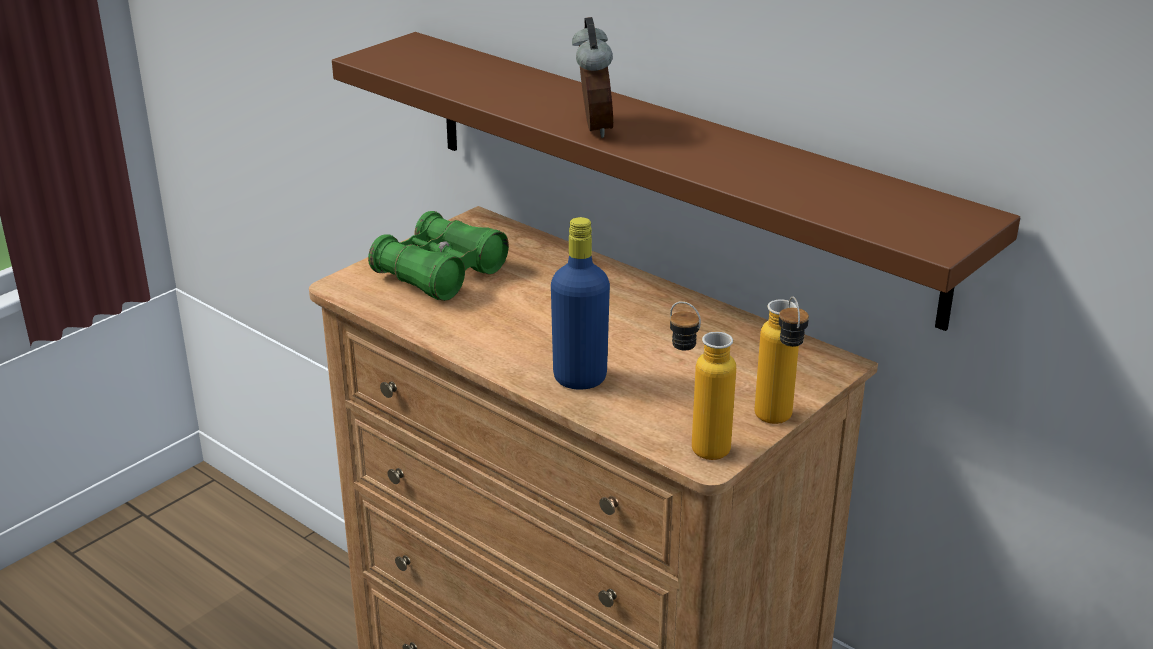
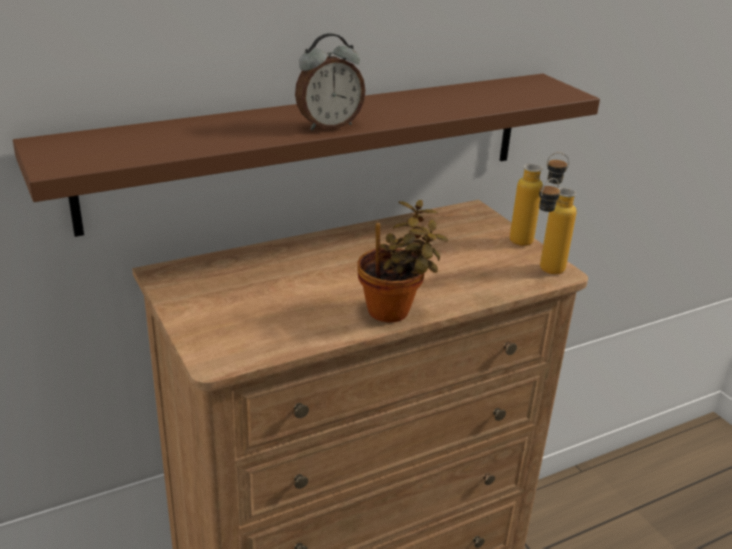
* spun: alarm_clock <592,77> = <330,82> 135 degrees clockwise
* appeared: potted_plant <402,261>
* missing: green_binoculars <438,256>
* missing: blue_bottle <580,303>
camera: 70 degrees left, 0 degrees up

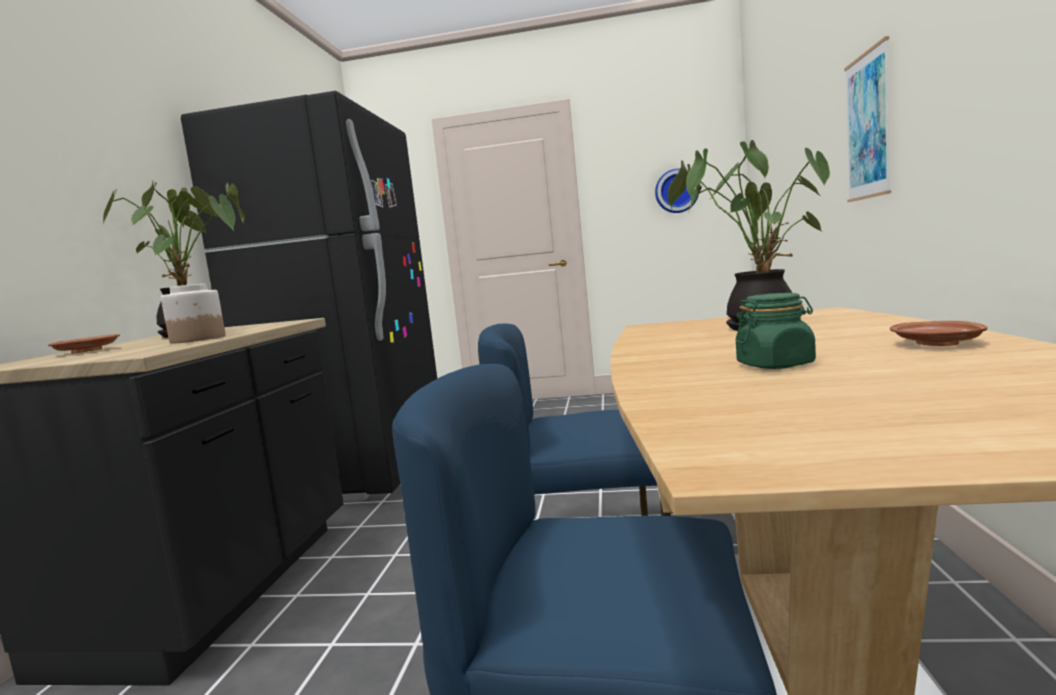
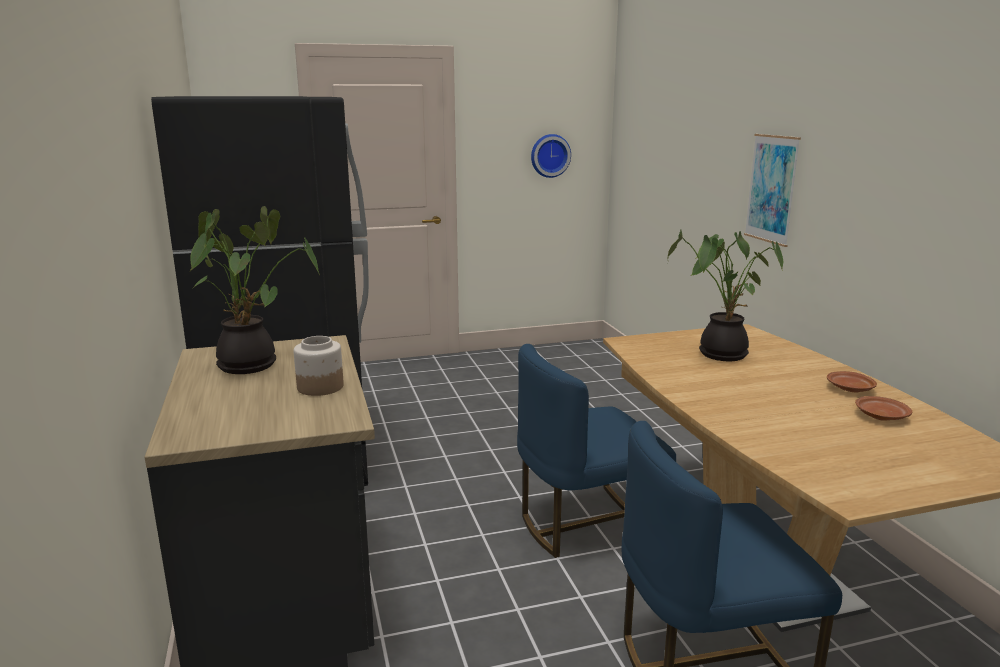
* relocated: brown_plate <84,344> to <883,408>
* missing: green_jar <775,331>
camera: 25 degrees left, 10 degrees up

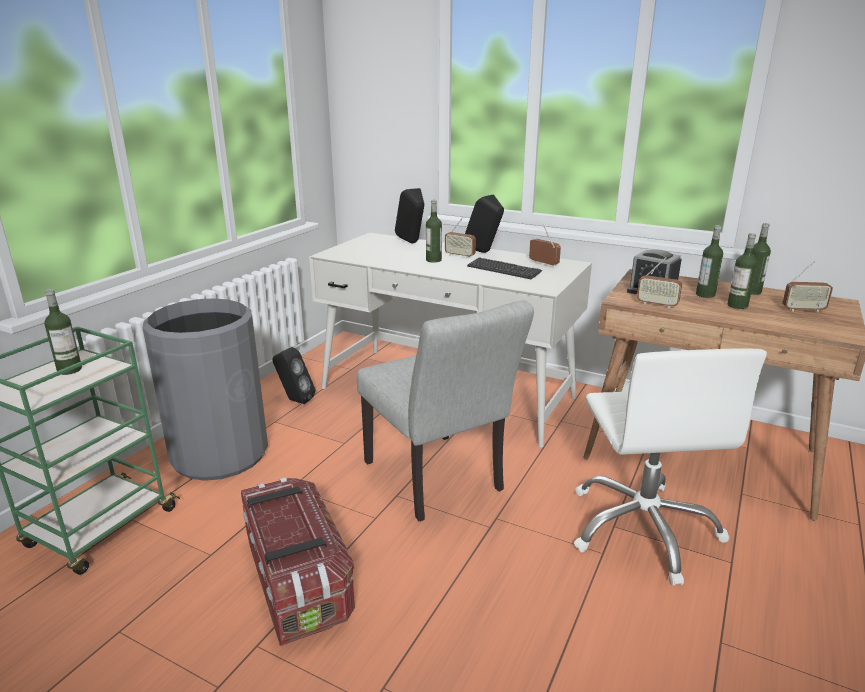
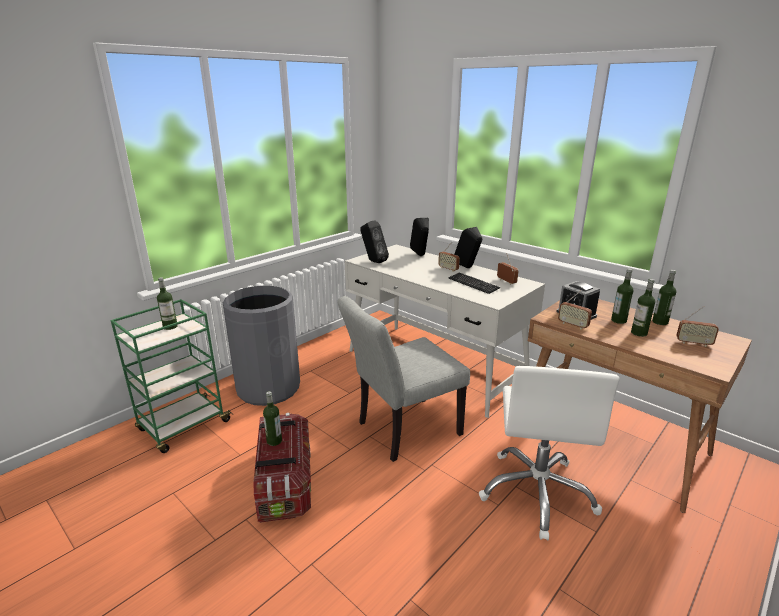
* relocated: bottle <434,231> to <272,418>
* spun: grey_chair <445,410> = <403,379> 75 degrees clockwise
* relocated: black_speaker <294,375> to <374,242>
camera: 15 degrees right, 0 degrees up

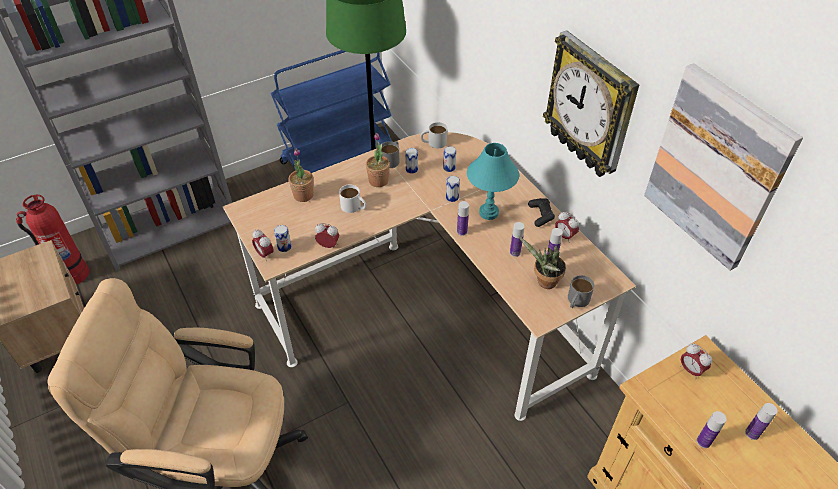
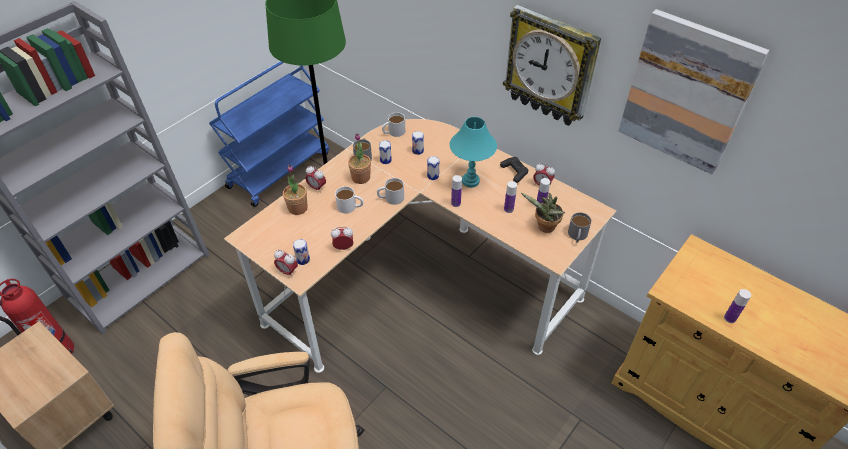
* relocated: alarm_clock <696,360> to <315,179>
* appeared: white_mug <390,191>
* missing: bottle <761,421>
camera: 20 degrees left, 0 degrees up

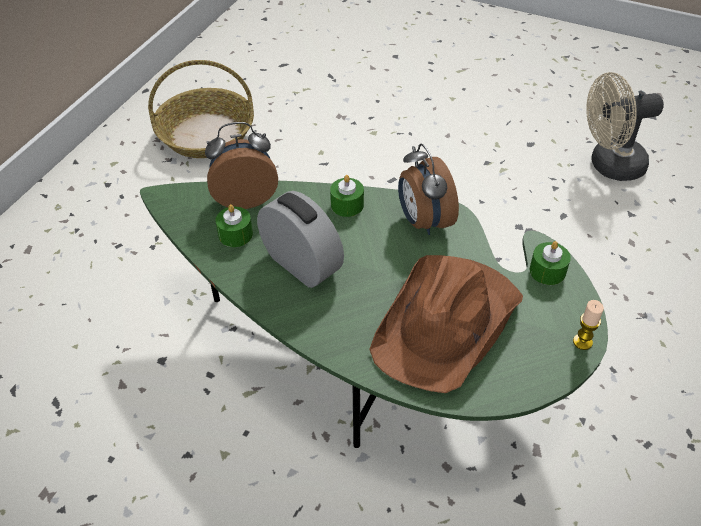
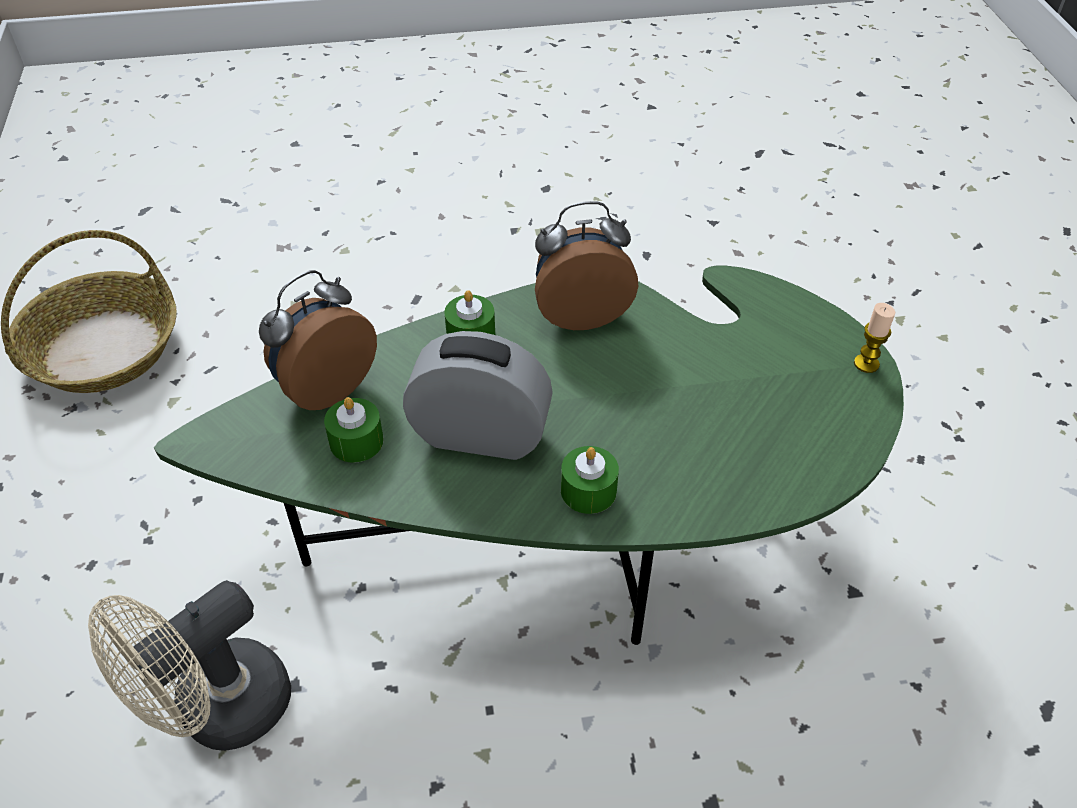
* relocated: beige_fan <625,126> to <189,665>
* spun: alarm_clock <428,189> = <586,265> 135 degrees clockwise
* relocated: green_candle <550,263> to <590,480>
* missing: brown_hat <446,324>
camera: 35 degrees left, 0 degrees up

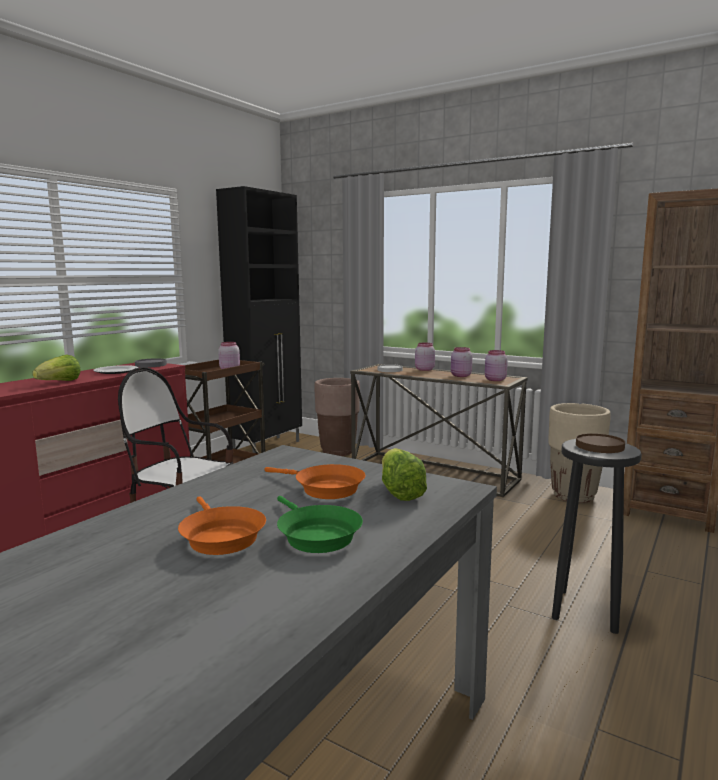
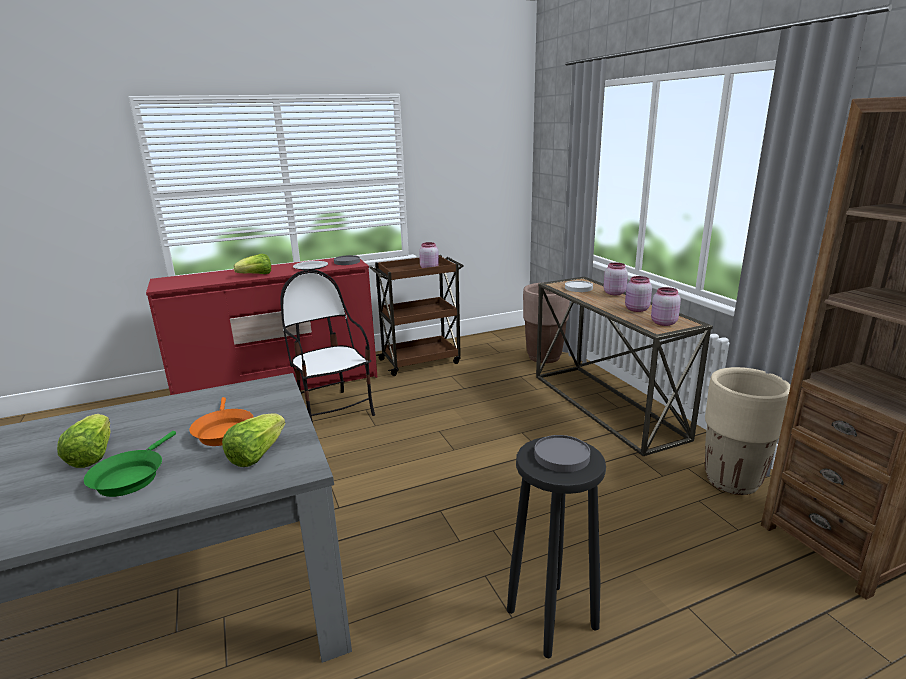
* exchanged: orange_frying_pan <222,525> to lettuce <83,441>
* colour: brown_plate <600,443> to grey_plate <562,453>
* missing: black_cabinet <259,319>
camera: 35 degrees right, 10 degrees up

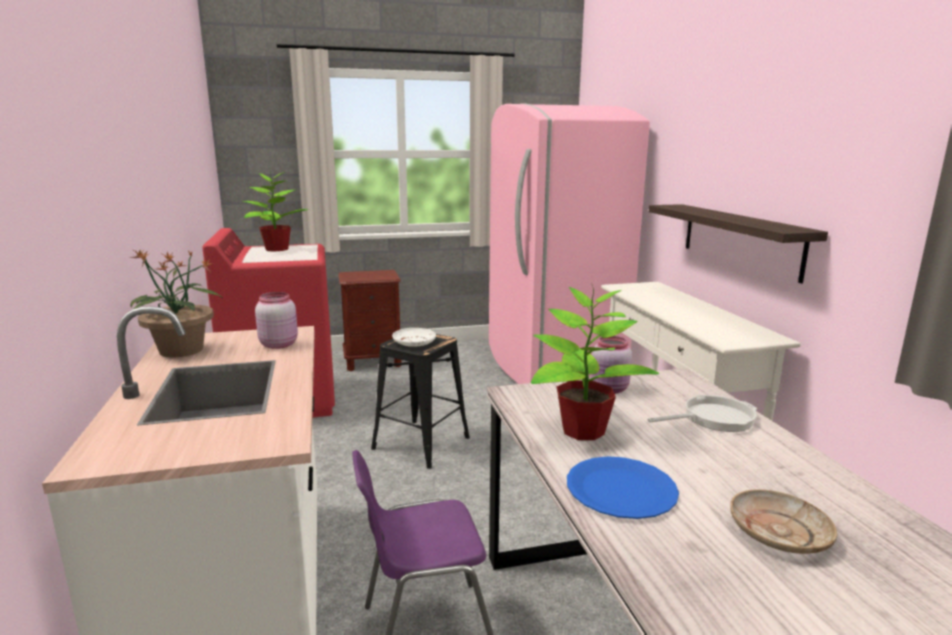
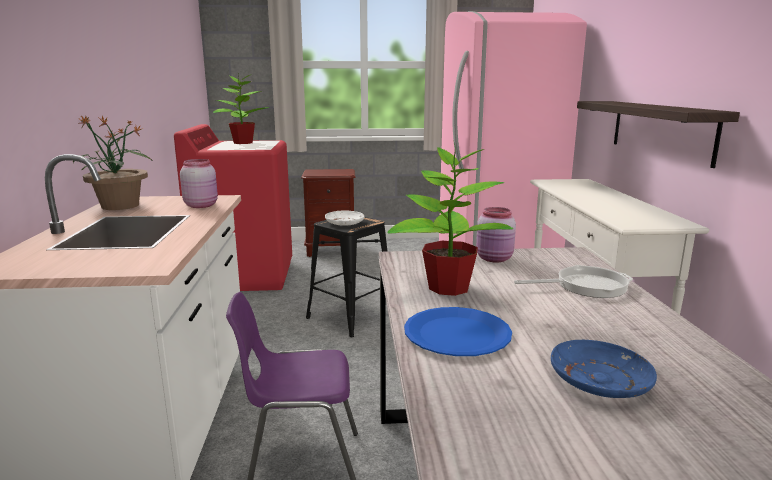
* colour: beige_plate <783,521> to blue_plate <604,369>
camera: 10 degrees right, 0 degrees up

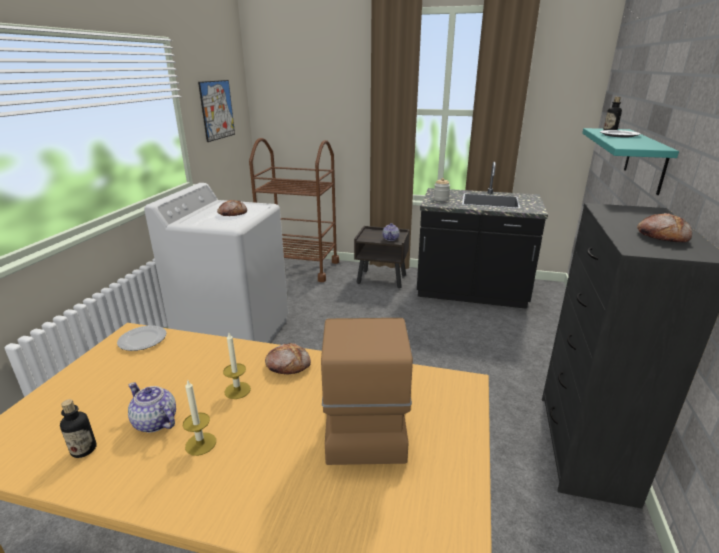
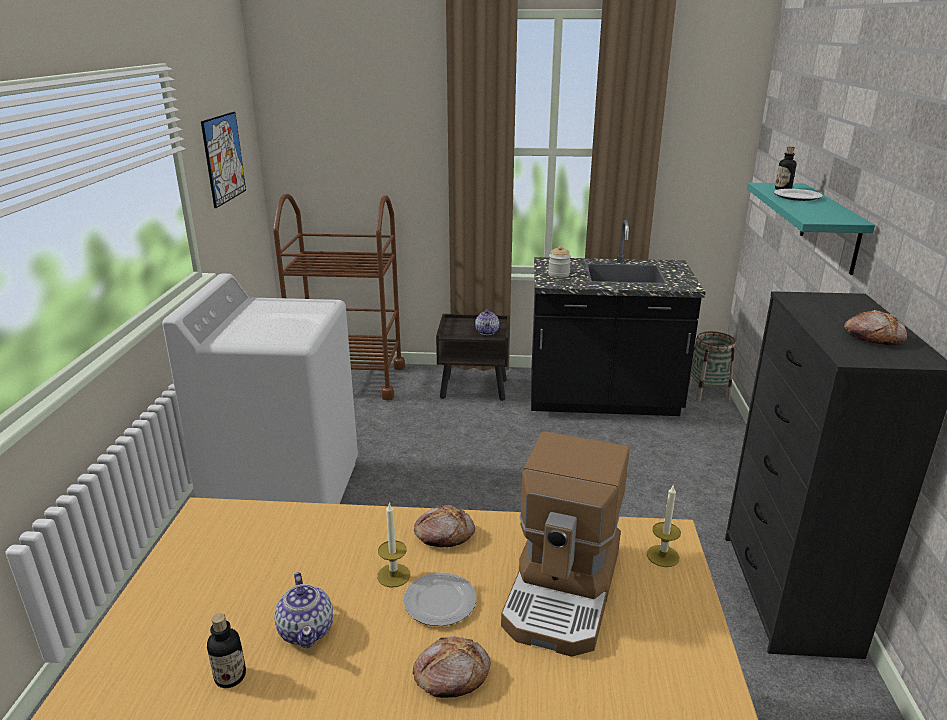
* spun: teapot <152,407> = <303,610> 135 degrees counterclockwise
* relocated: plate <141,338> to <439,599>
* relocated: bread <232,208> to <452,667>
* spun: coffee_machine <367,391> = <565,544> 150 degrees counterclockwise
* relocated: candle <199,417> to <664,526>
* appeared: basket <712,366>
camera: 10 degrees left, 0 degrees up

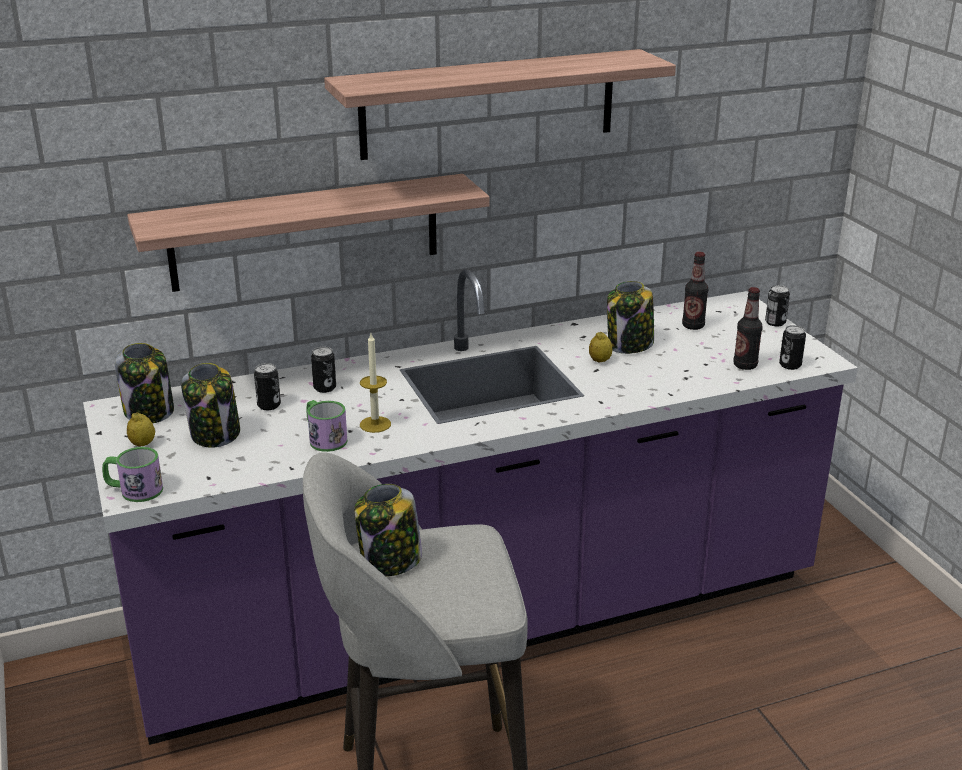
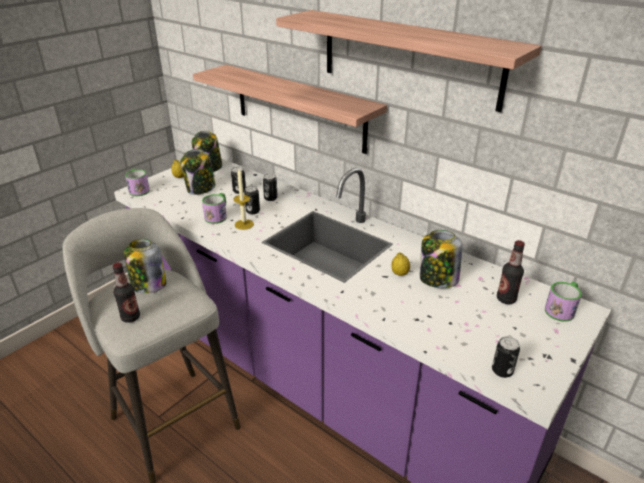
* relocated: bottle <748,328> to <126,293>
* relocated: can <777,305> to <252,200>
* appeared: mug <563,301>
camera: 60 degrees right, 5 degrees up

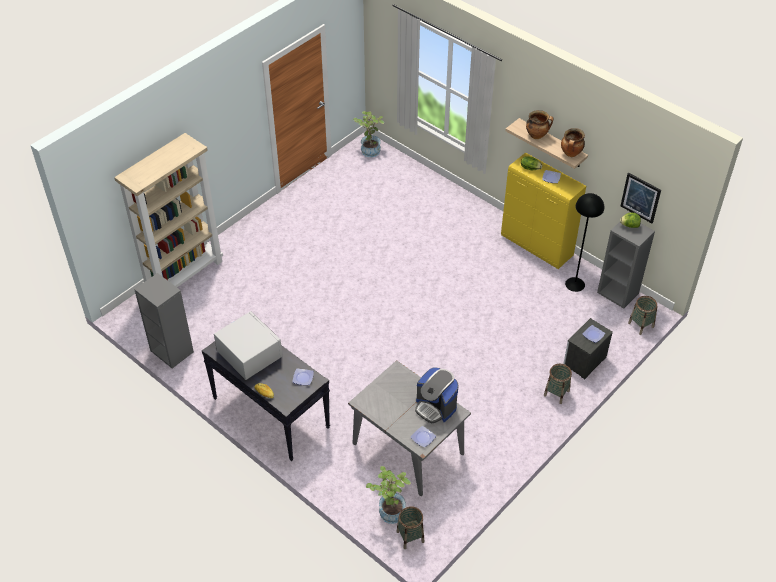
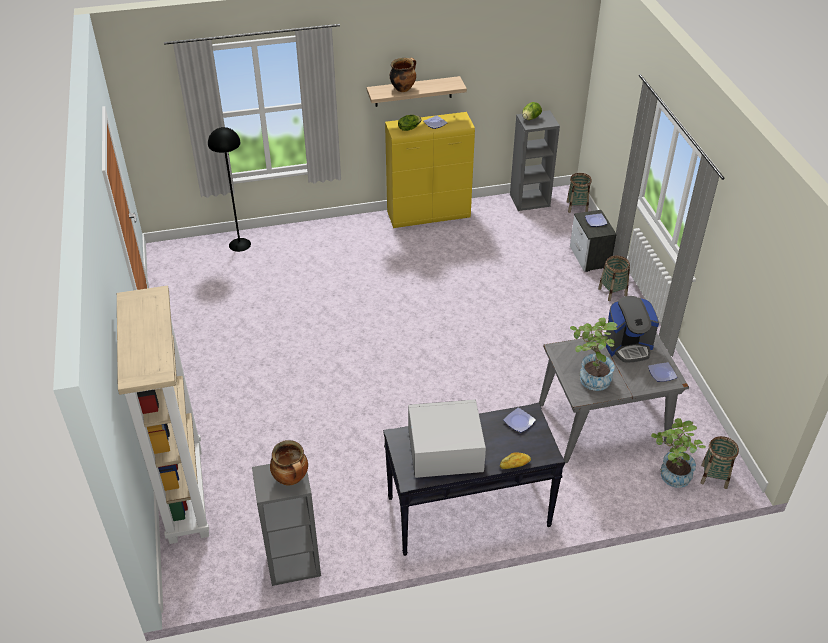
* relocated: black_floor_lamp <584,242> to <229,189>
* relocated: cooking_pot <573,142> to <289,462>
* relocated: potted_plant <368,134> to <593,354>
* missing: picture <641,198>
camera: 55 degrees left, 5 degrees down

